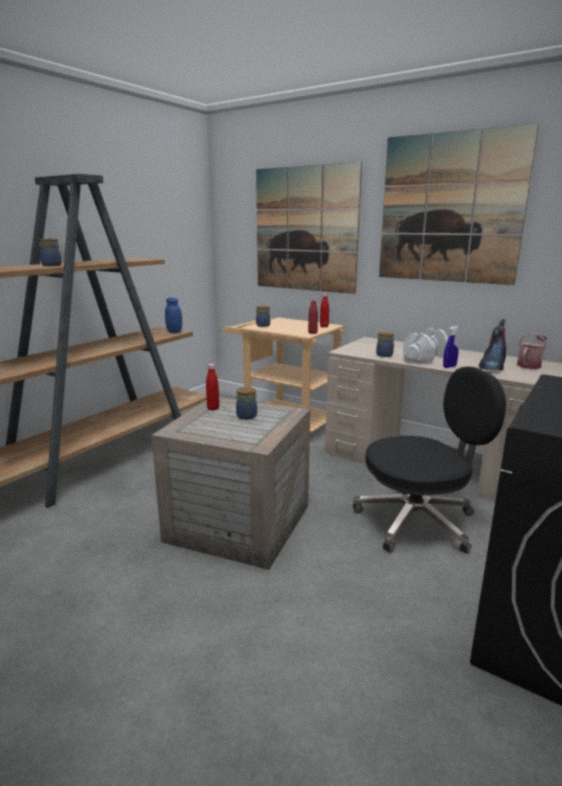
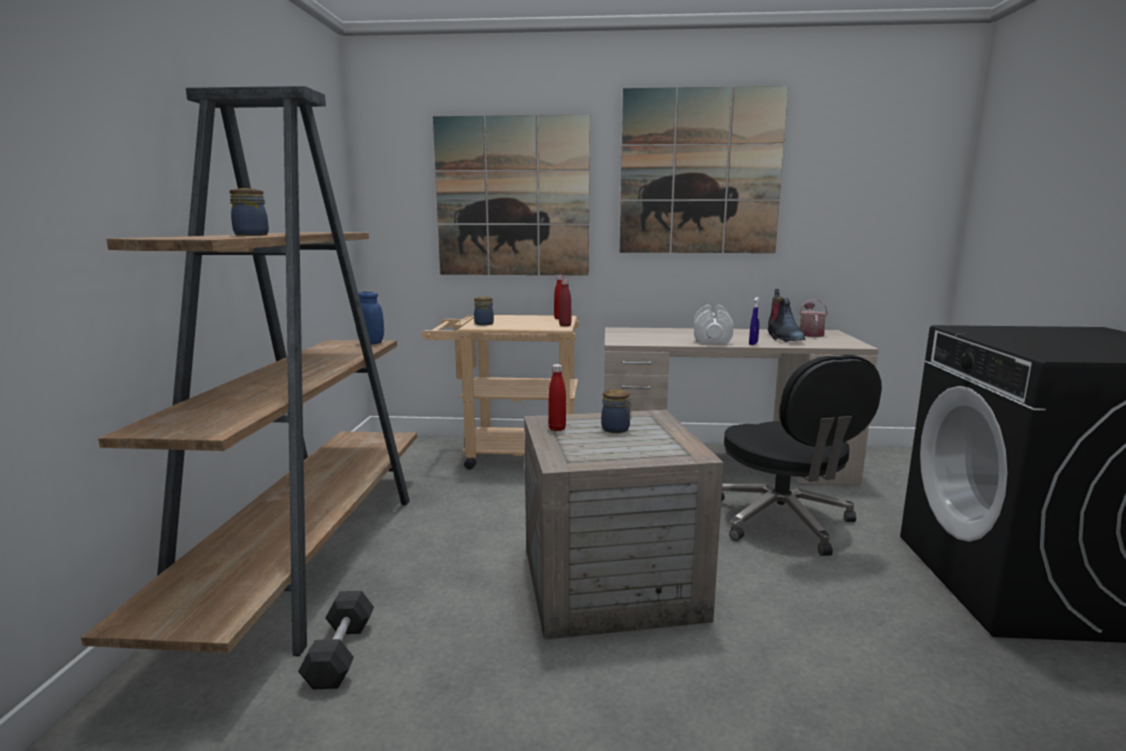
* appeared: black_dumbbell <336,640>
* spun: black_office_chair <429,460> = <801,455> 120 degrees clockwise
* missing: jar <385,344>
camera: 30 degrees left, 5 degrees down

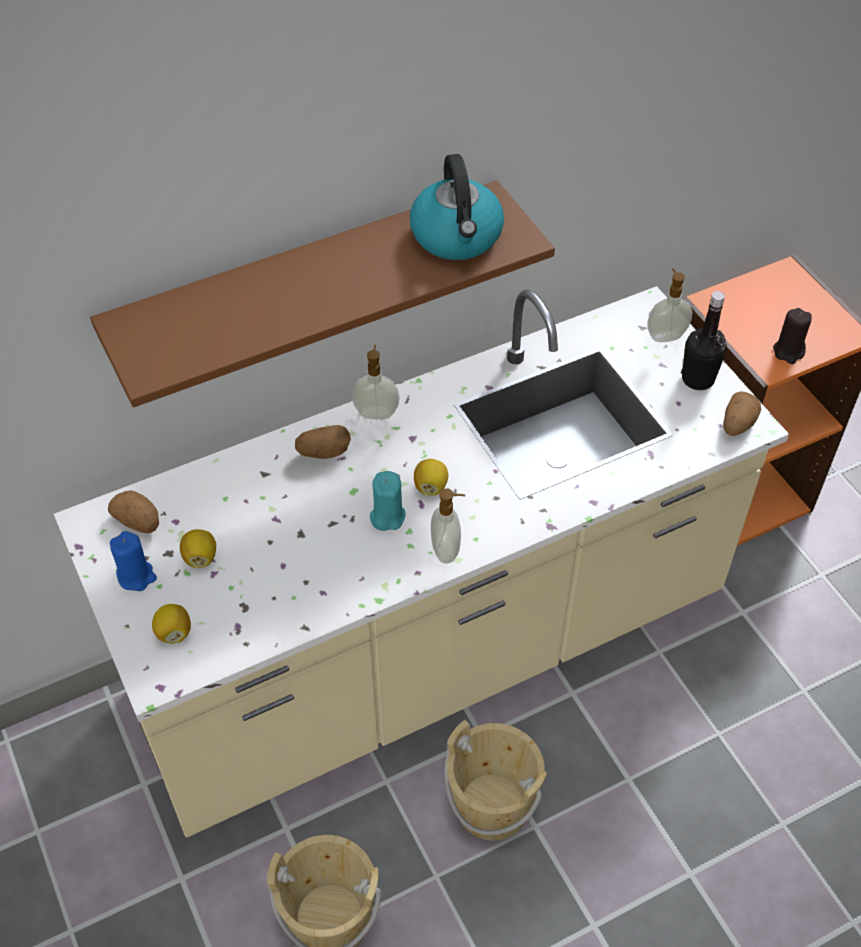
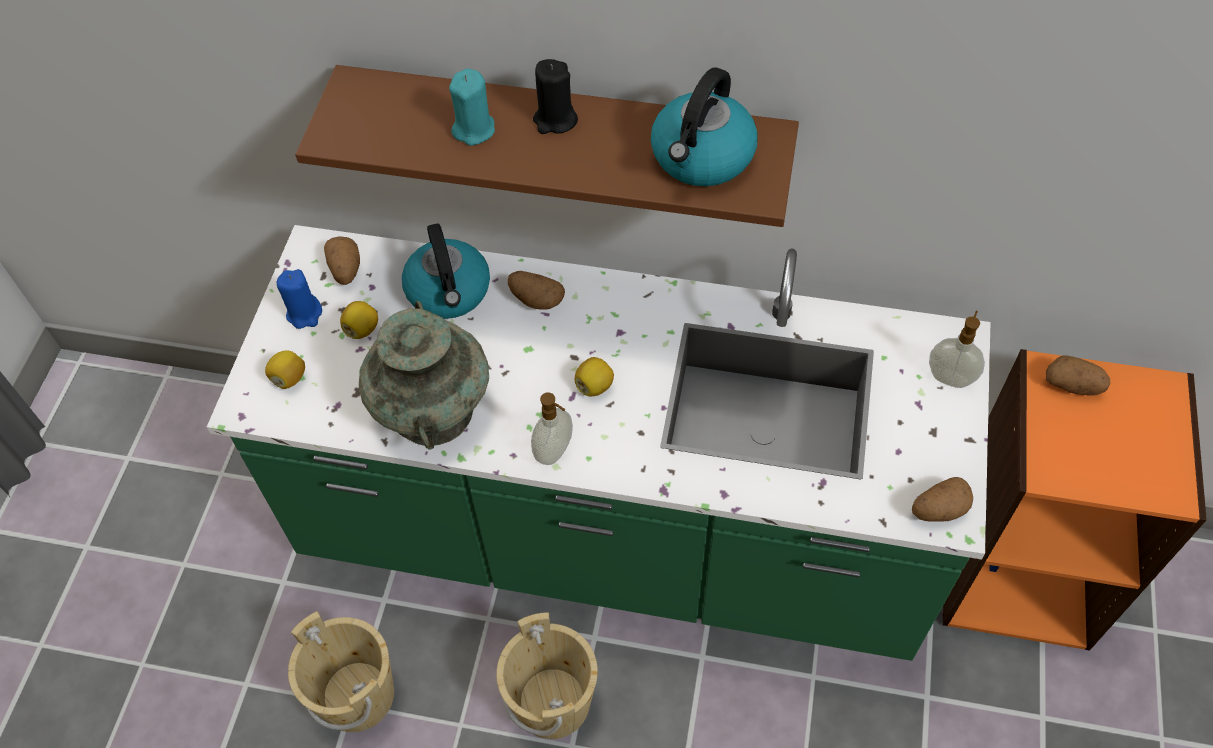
* colour: beige_counter <421,562> to green_counter <598,443>
* appeared: turquoise_vase <424,375>
* appeared: kettle <446,271>
* relocated: turquoise_candle <388,501> to <472,107>
* relocated: black_candle <792,336> to <555,96>
* appeared: potato <1078,375>
* missing: soap_dispenser <376,382>
* missing: black_bottle <704,340>
camera: 40 degrees right, 5 degrees up

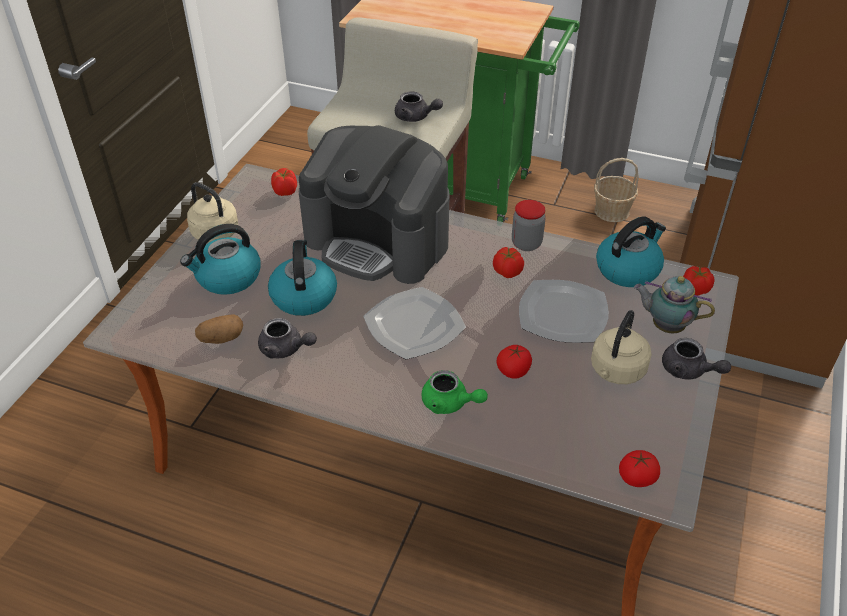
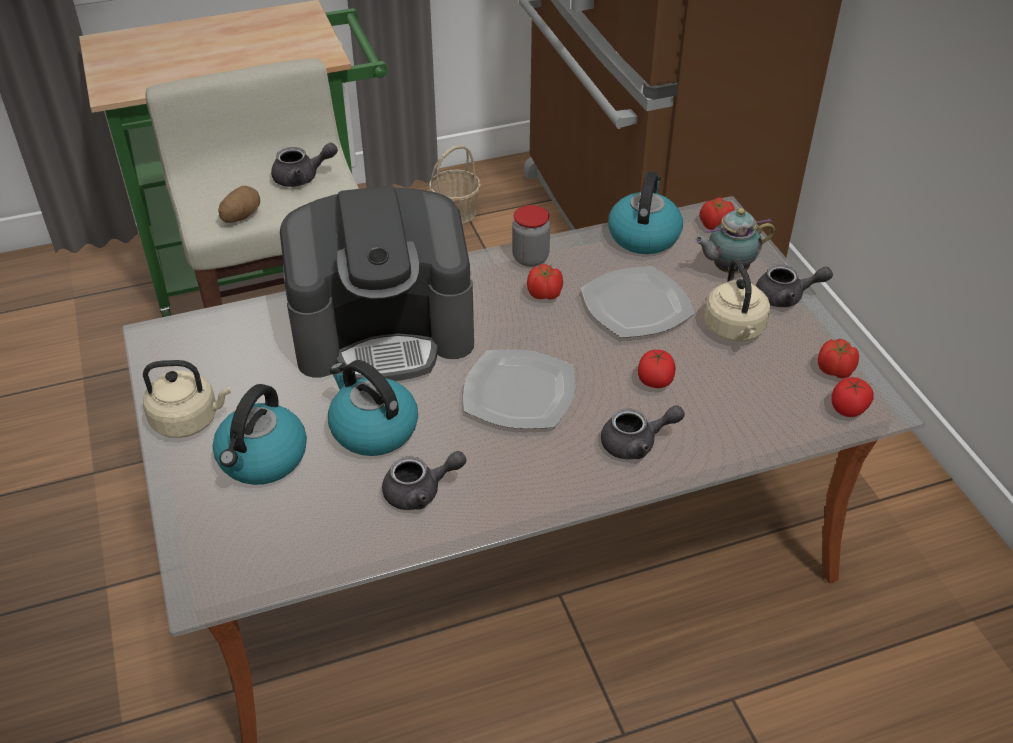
* relocated: potato <219,329> to <239,204>
* colour: green_teapot <454,392> to grey_teapot <643,432>
* relocated: tomato <284,182> to <838,358>
camera: 40 degrees left, 0 degrees up

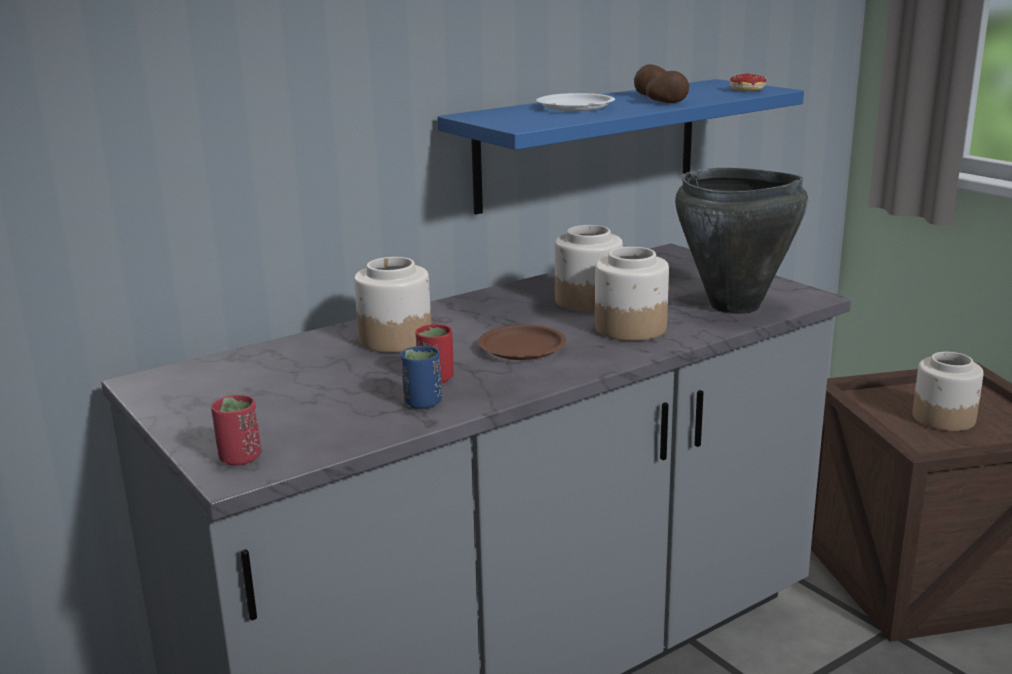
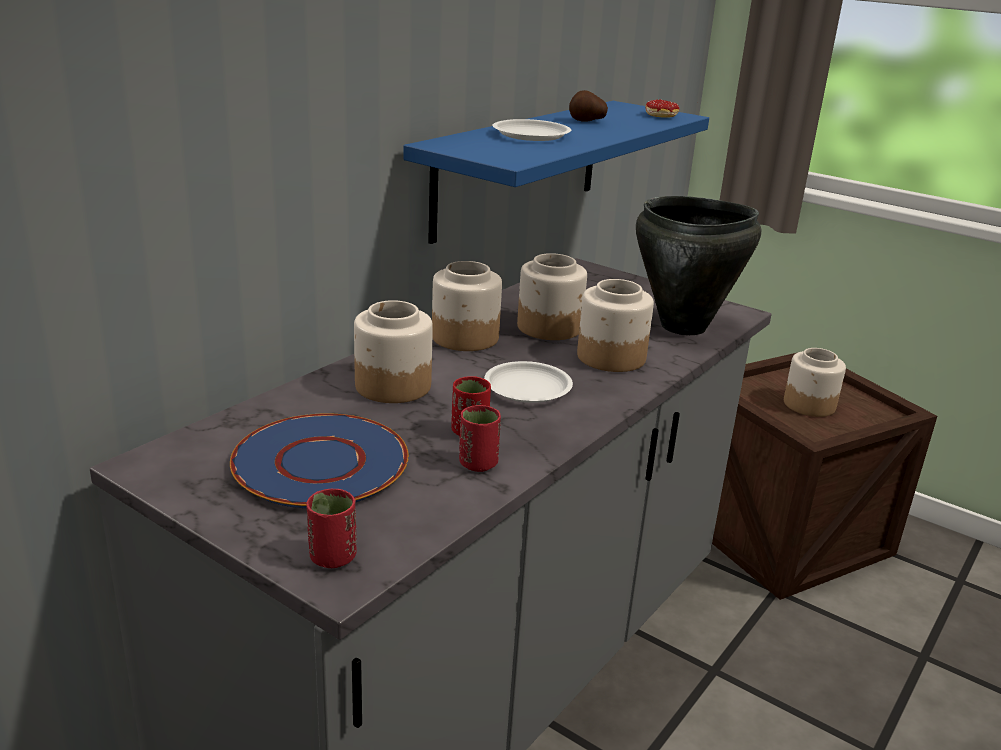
* appeared: blue_plate <319,460>
* appeared: jar <467,306>
* colour: blue_cup <421,377> to red_cup <480,438>
* colour: brown_plate <522,342> to white_plate <528,382>
* missing: potato <667,87>
camera: 20 degrees left, 5 degrees up

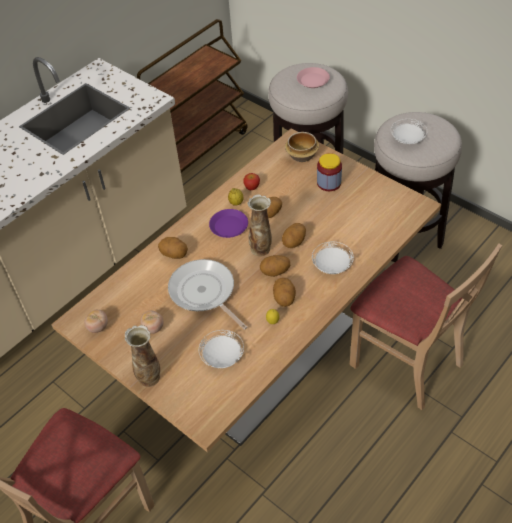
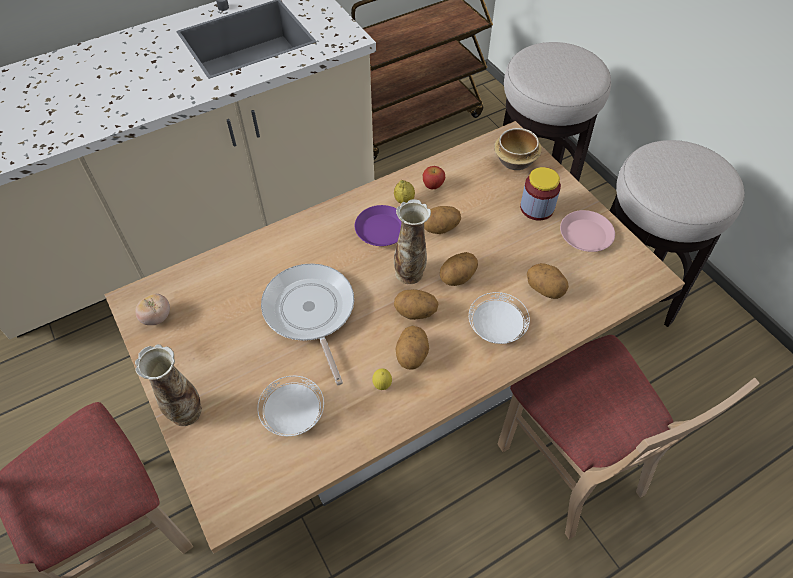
* relocated: potato <173,248> to <548,281>
* relocated: pink_plate <313,77> to <587,231>
* missing: tomato <151,322>
* missing: white_plate <409,131>
camera: 15 degrees right, 5 degrees up

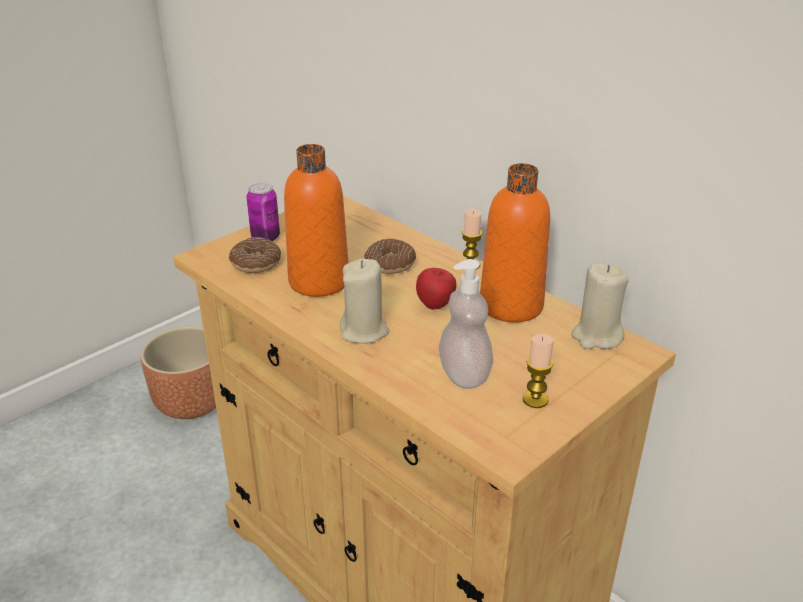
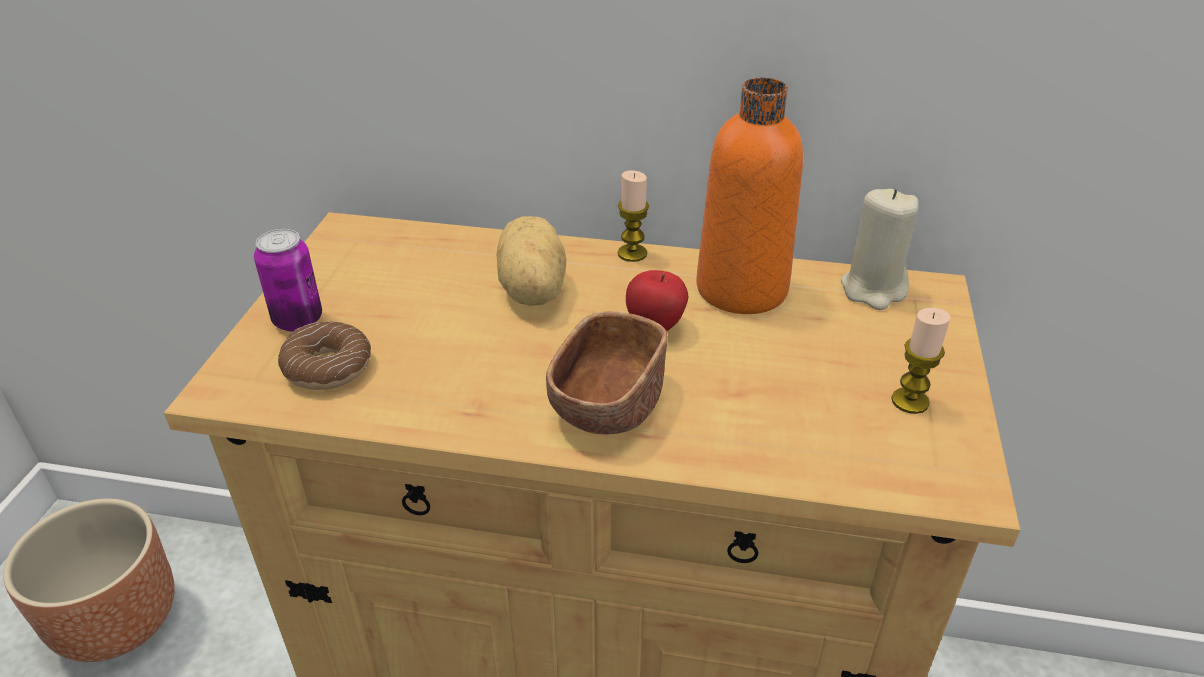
* exchanged: donut <390,256> to potato <531,261>
* exchanged: beige_candle <365,301> to brown_bowl <607,373>
* missing: orange_bottle <316,220>
* missing: soap_dispenser <466,324>
camera: 35 degrees left, 5 degrees up

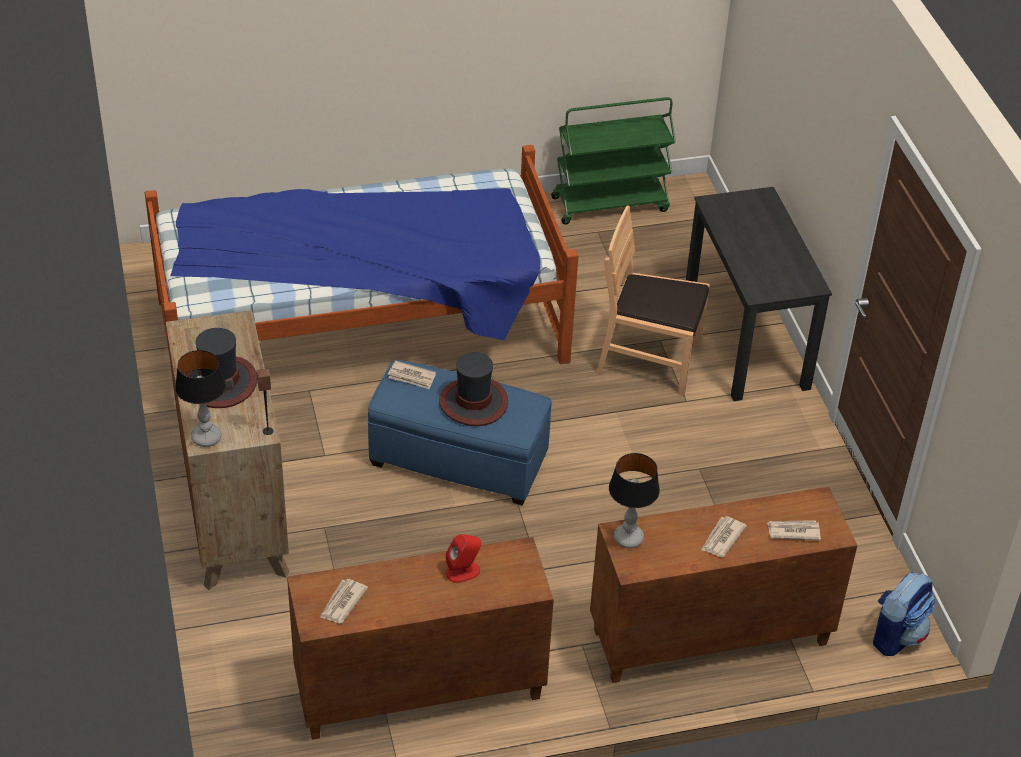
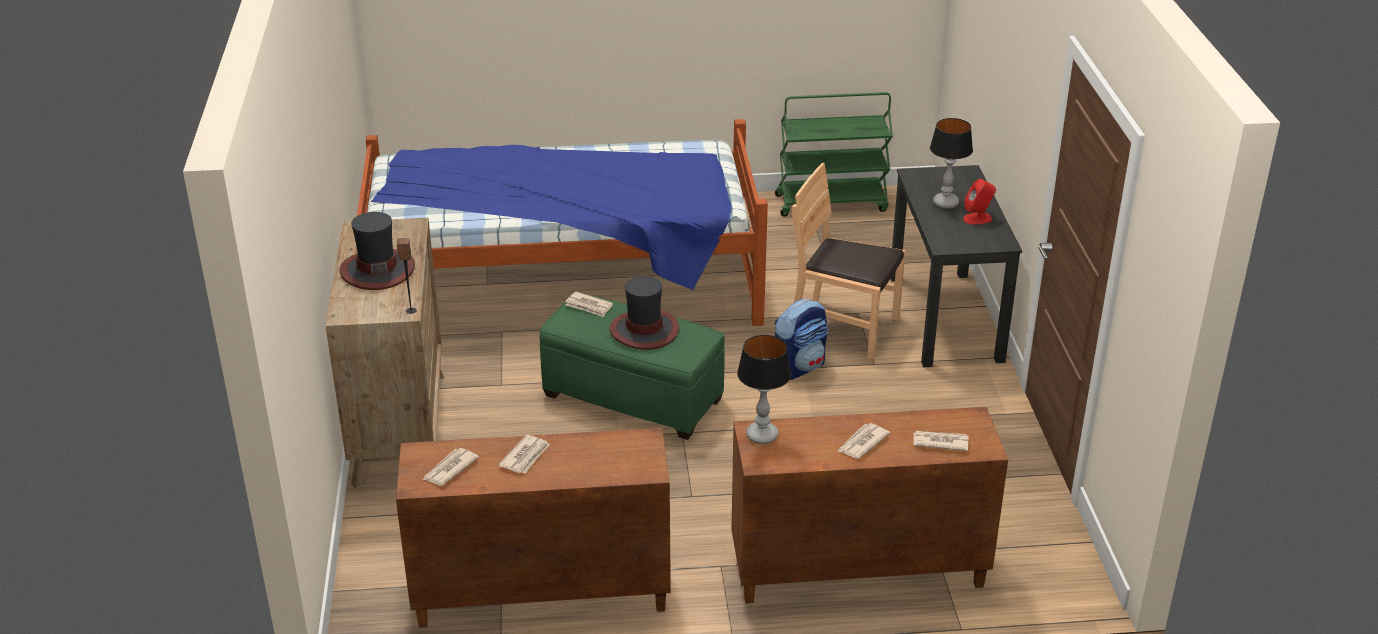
* appeared: newspaper <524,454>
* colour: blue_ottoman <460,432> to green_ottoman <632,367>
* relocated: backpack <904,614> to <801,339>
* relocated: table_lamp <200,398> to <951,163>
* relocated: red_speaker <463,558> to <979,202>
camera: 10 degrees right, 10 degrees down

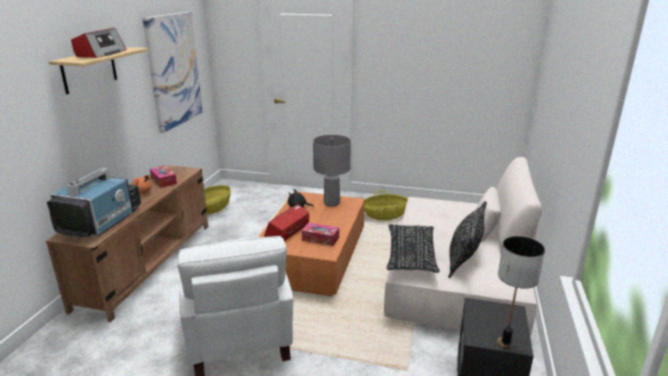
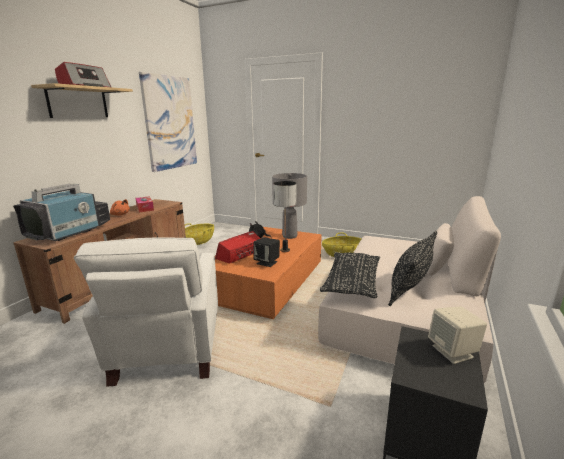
* exchanged: tissue_box <320,234> to black_speaker <266,252>
* relocated: table_lamp <521,292> to <284,216>
* appeared: beige_speaker <457,335>
camera: 10 degrees right, 5 degrees down

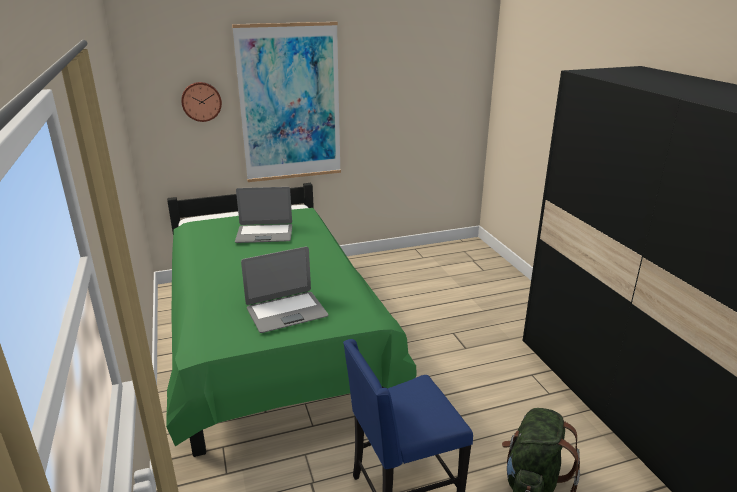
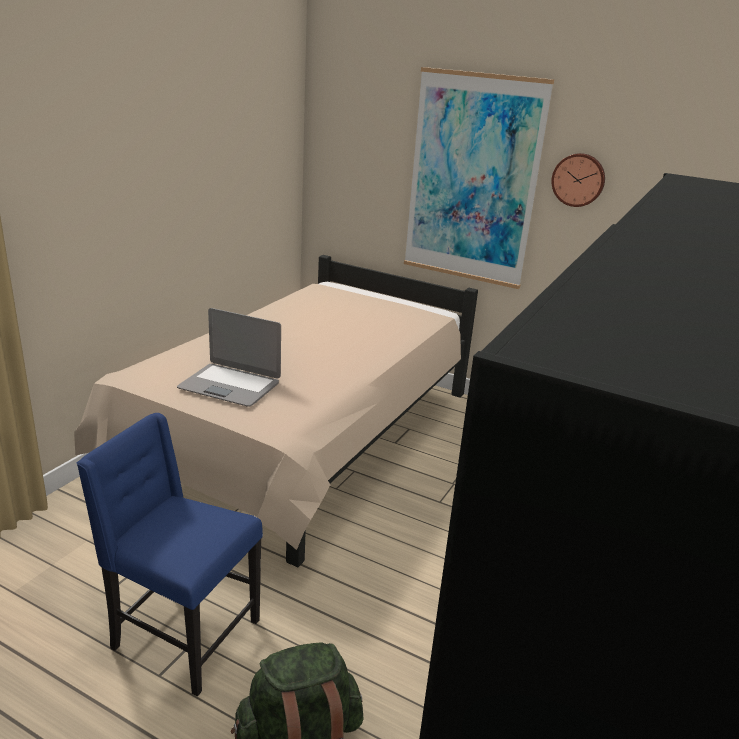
* colour: green_bed <291,320> to beige_bed <276,411>
* relocated: wall_clock <201,102> to <578,180>
* missing: laptop <263,215>
camera: 45 degrees right, 0 degrees up

